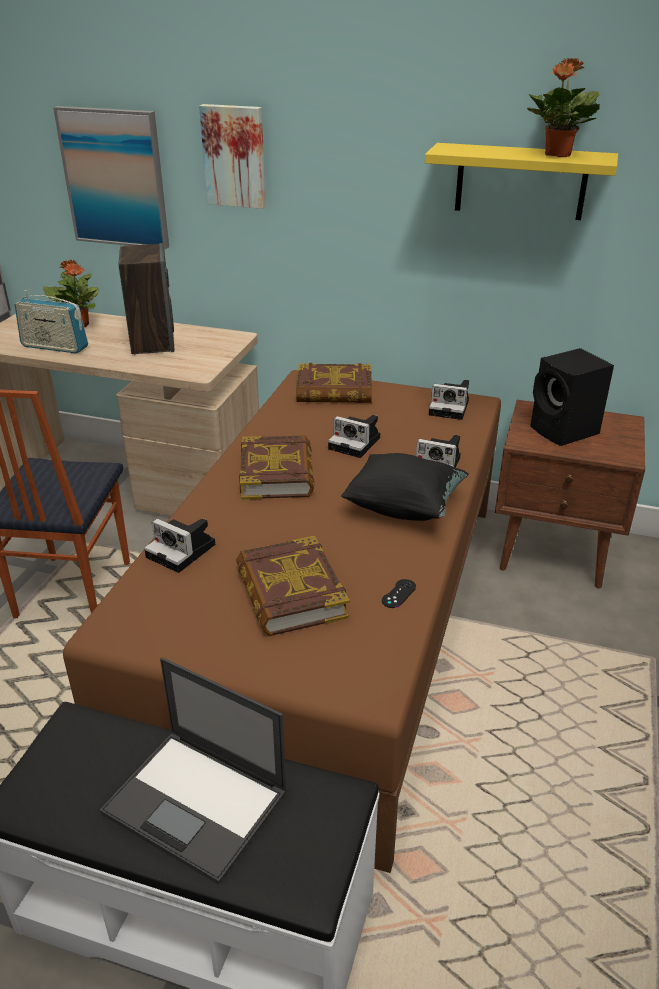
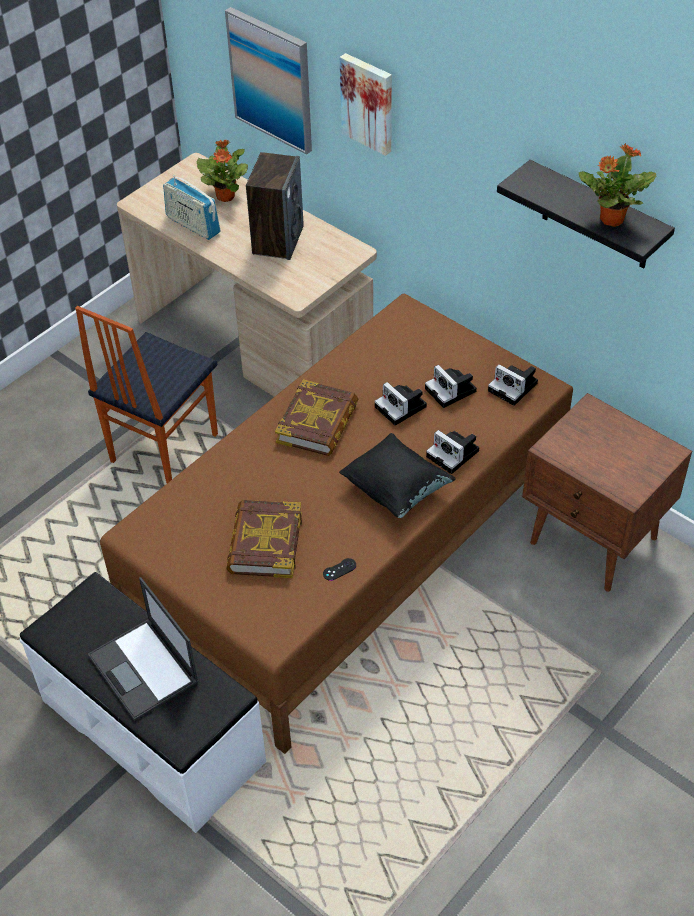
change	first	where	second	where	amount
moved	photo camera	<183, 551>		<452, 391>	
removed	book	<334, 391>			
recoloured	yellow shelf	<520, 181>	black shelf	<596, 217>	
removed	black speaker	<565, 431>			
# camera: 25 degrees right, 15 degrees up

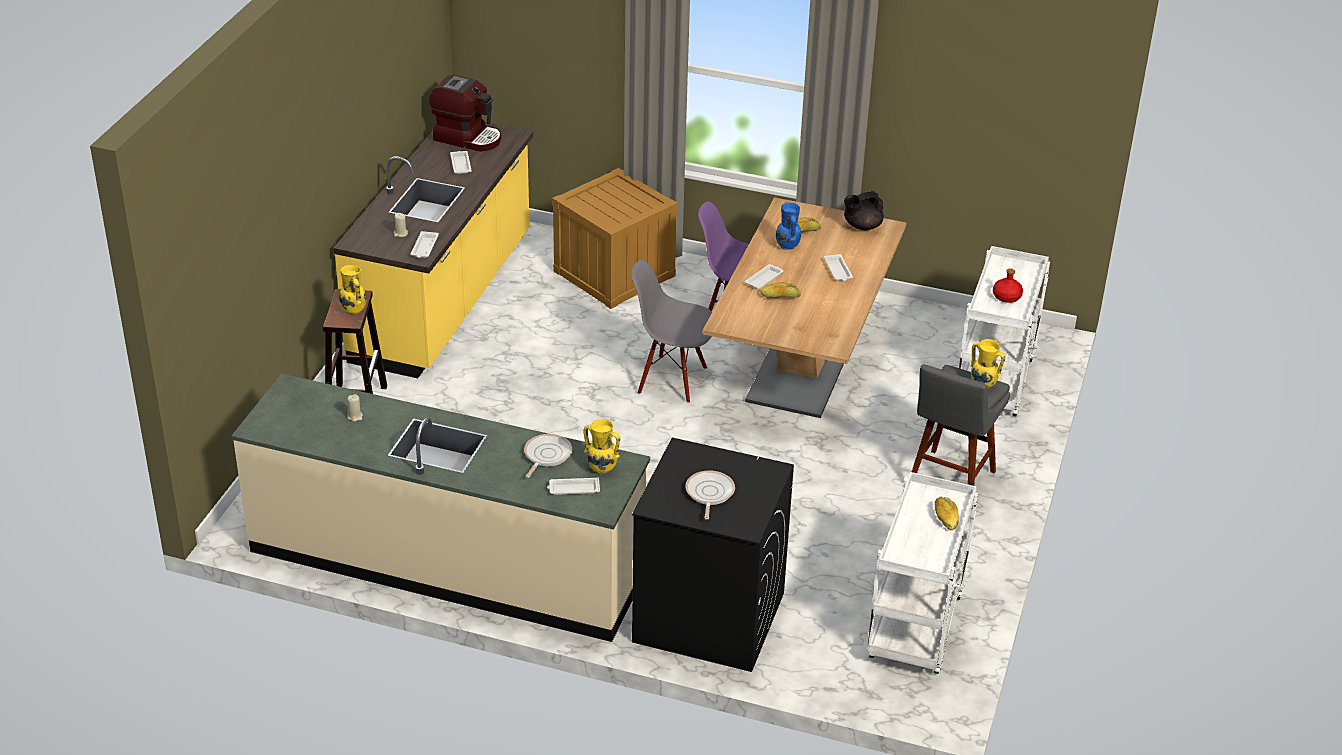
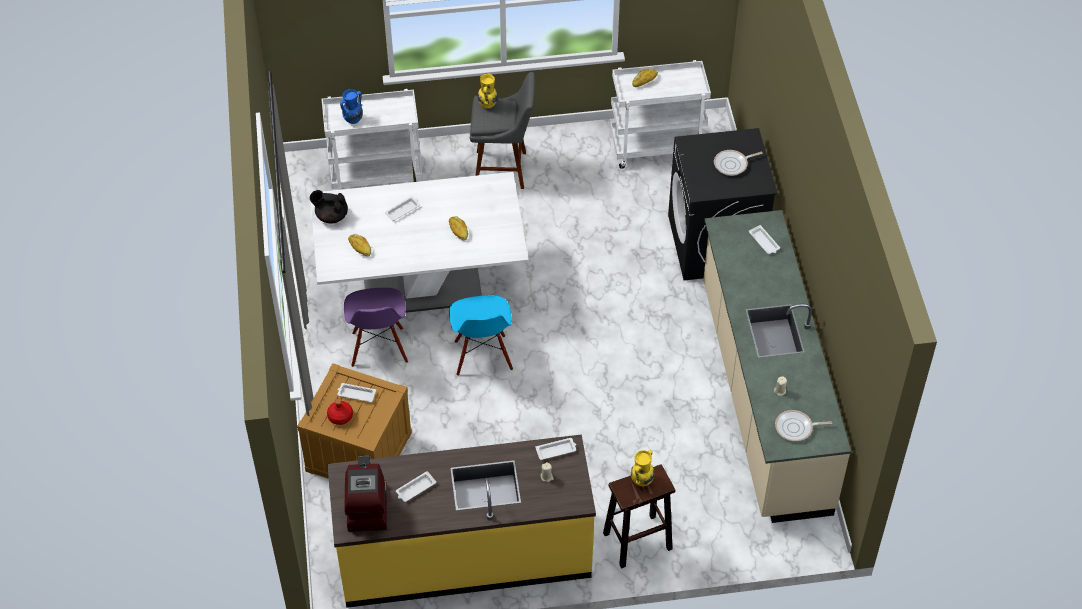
change	first	where	second	where	amount
moved	frying pan	<546, 455>		<796, 428>	
removed	yellow vase	<601, 468>			
recoloured	grey chair	<672, 380>	blue chair	<482, 356>	
recoloured	brown dining table	<801, 369>	white dining table	<422, 286>	
moved	white tray	<764, 279>		<356, 394>	
moved	blue vase	<787, 246>		<353, 120>	
turned	black teapot	<862, 226>		<331, 216>	150 degrees clockwise
moved	red bottle	<1006, 296>		<340, 417>	
# camera: 115 degrees left, 15 degrees up

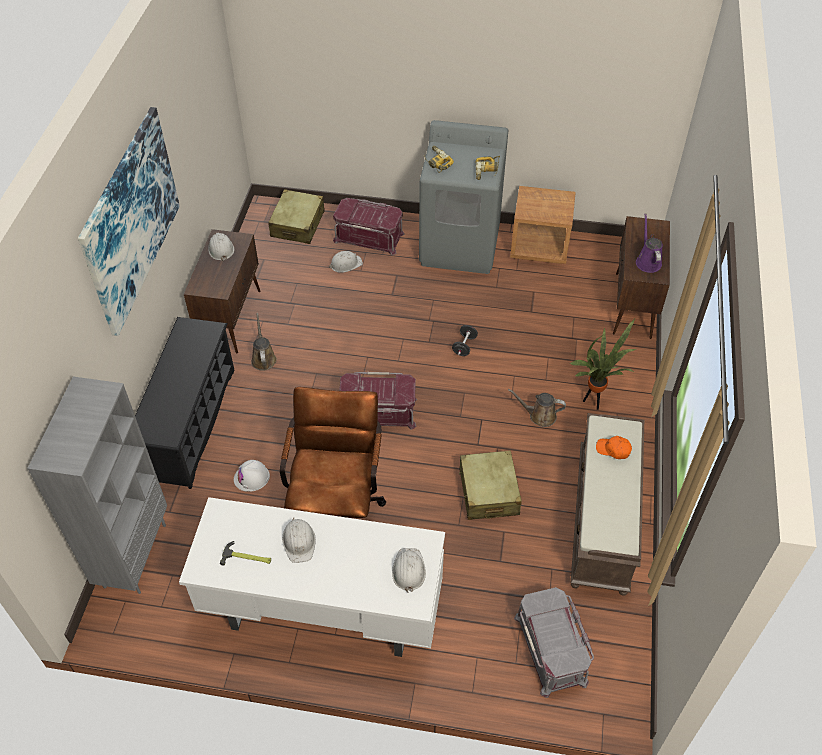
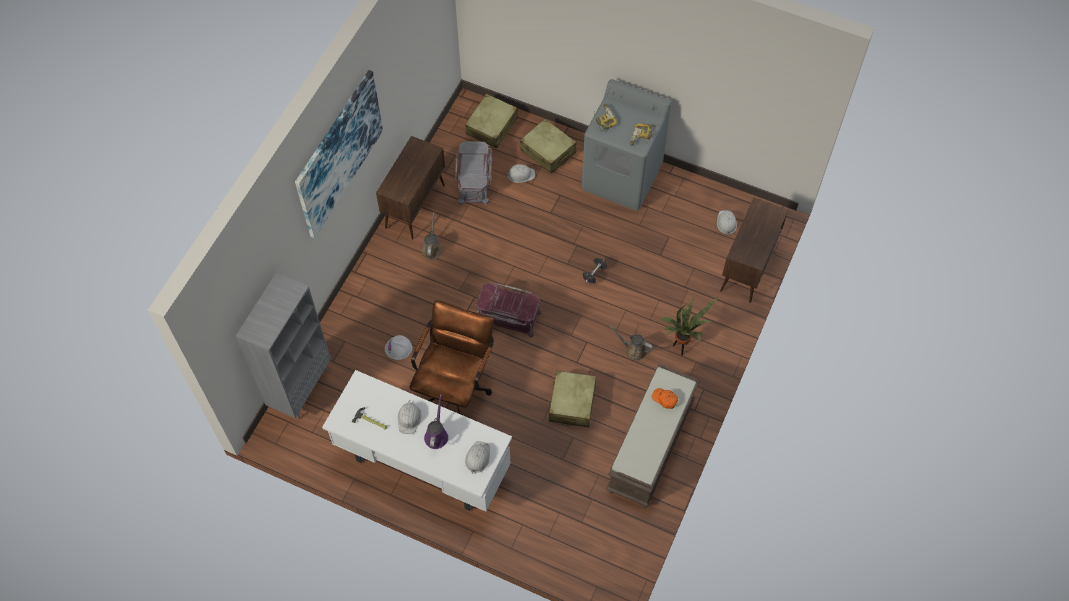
change	first	where	second	where	amount
removed	black shoe rack	<190, 423>			
moved	white hard hat	<221, 249>		<726, 223>	
replaced	red storage box	<369, 236>	beige suitcase	<548, 151>	
removed	brown nightstand	<539, 246>			
moved	grey storage box	<551, 649>		<475, 180>	
moved	purple watering can	<647, 261>		<436, 435>	
# camera: 15 degrees right, 10 degrees up

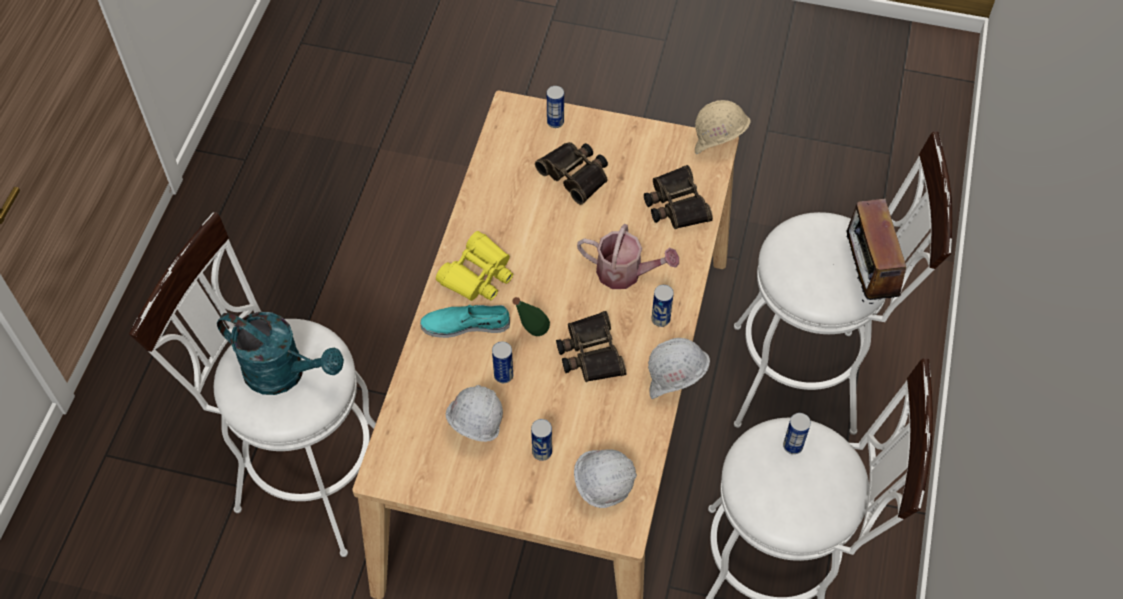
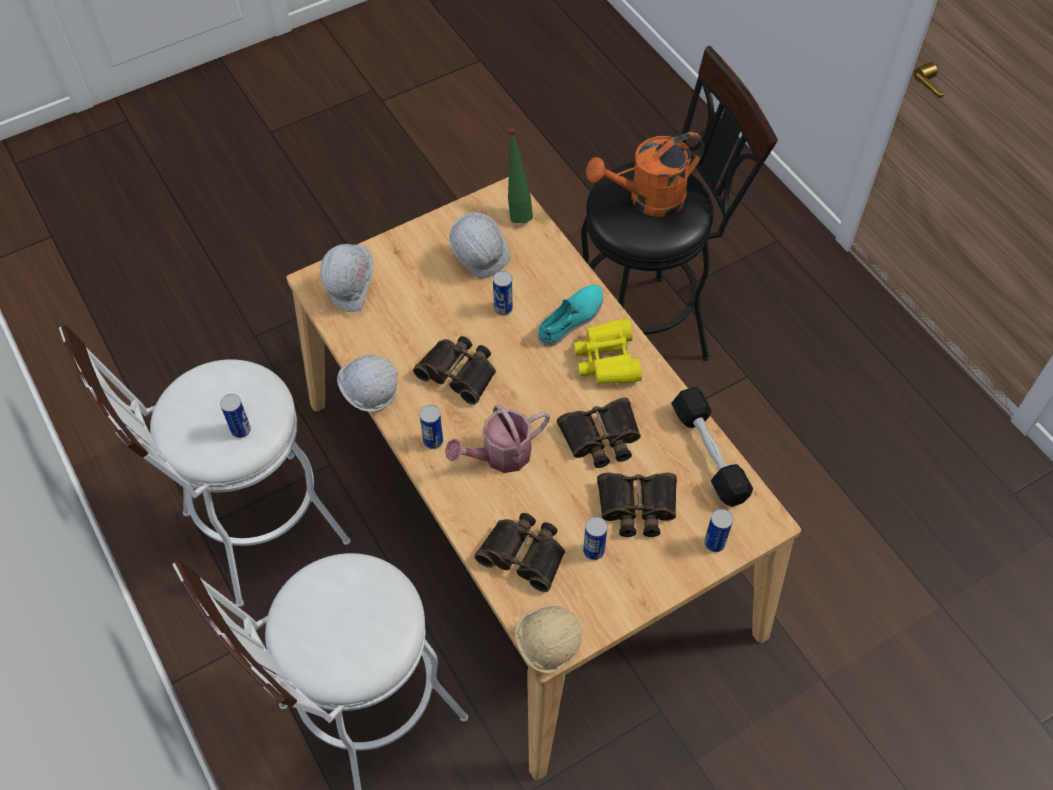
change	first	where	second	where	amount
recoloured	white stool	<305, 475>	black stool	<646, 329>	
recoloured	turquoise watering can	<284, 373>	orange watering can	<647, 200>	
moved	green bottle	<530, 337>		<518, 210>	
moved	can	<542, 452>		<593, 551>	
removed	radio	<866, 278>			
added			binoculars	<601, 438>	
added			black dumbbell	<709, 453>	
# camera: 135 degrees right, 0 degrees up

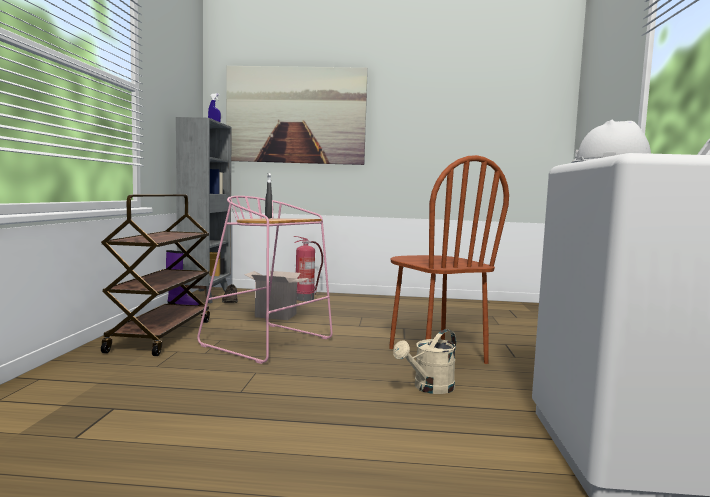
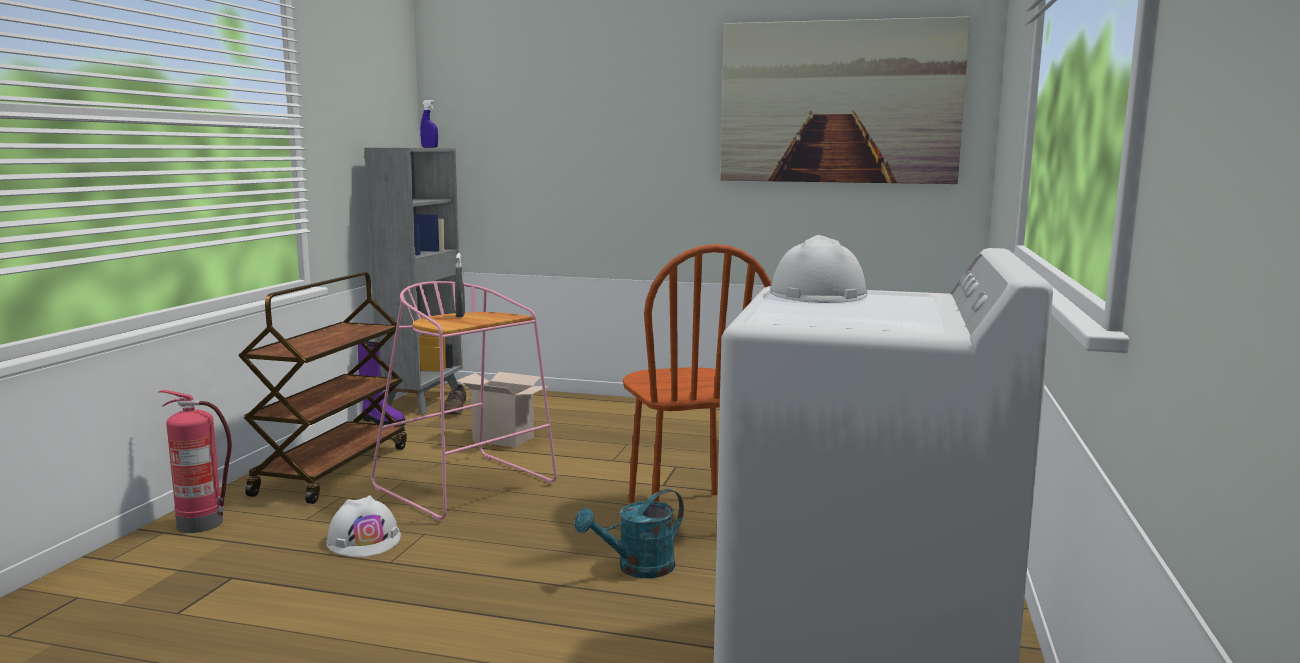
change	first	where	second	where	amount
moved	picture	<296, 115>		<839, 102>	
moved	fire extinguisher	<305, 299>		<202, 524>	
recoloured	beige watering can	<429, 388>	turquoise watering can	<637, 569>	
added			white hard hat	<364, 540>	
# camera: 10 degrees right, 5 degrees up

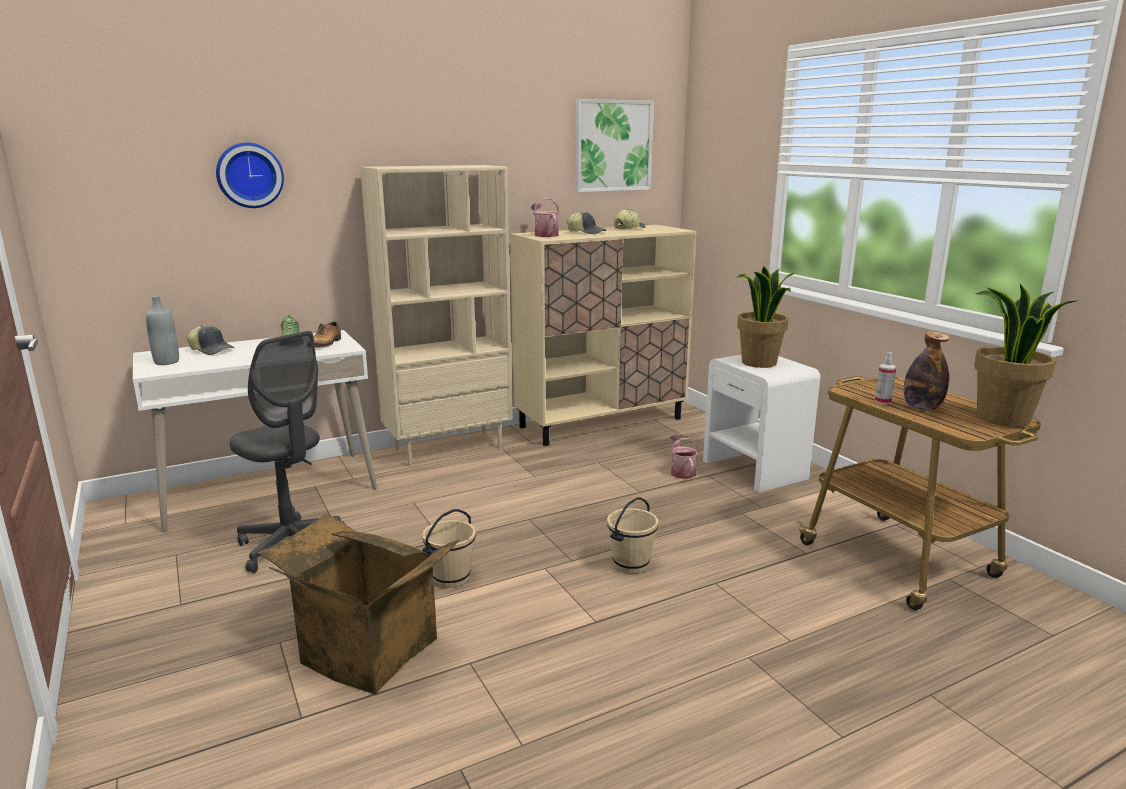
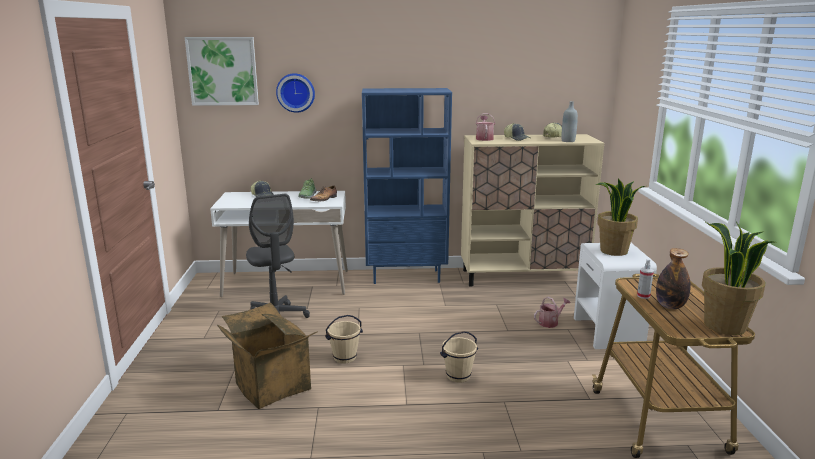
change	first	where	second	where	amount
moved	grey bottle	<166, 362>		<568, 141>	
recoloured	beige bookcase	<448, 448>	blue bookcase	<406, 276>	
moved	picture	<613, 146>		<223, 71>	
turned	watering can	<682, 471>		<550, 322>	45 degrees clockwise
# camera: 25 degrees right, 0 degrees up

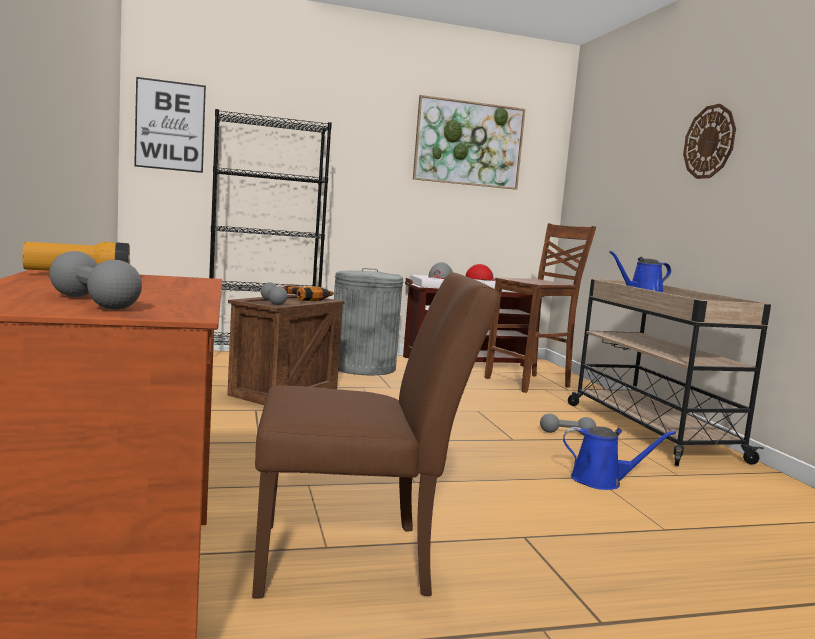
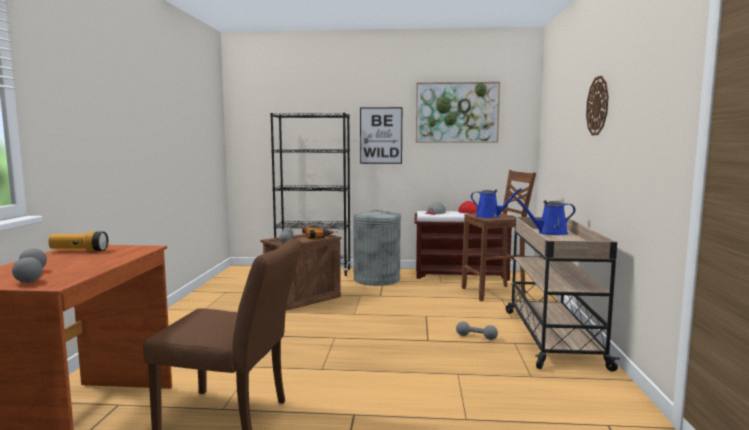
change	first	where	second	where	amount
moved	picture	<170, 126>		<381, 135>	
moved	blue watering can	<601, 481>		<490, 216>	
# camera: 20 degrees right, 0 degrees up

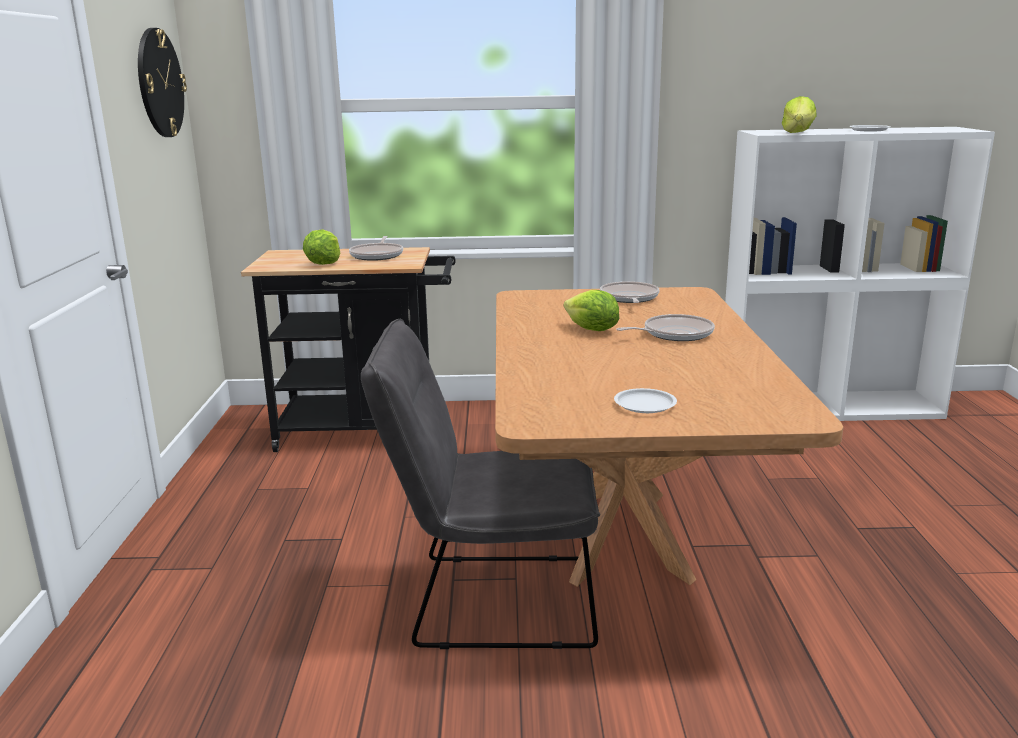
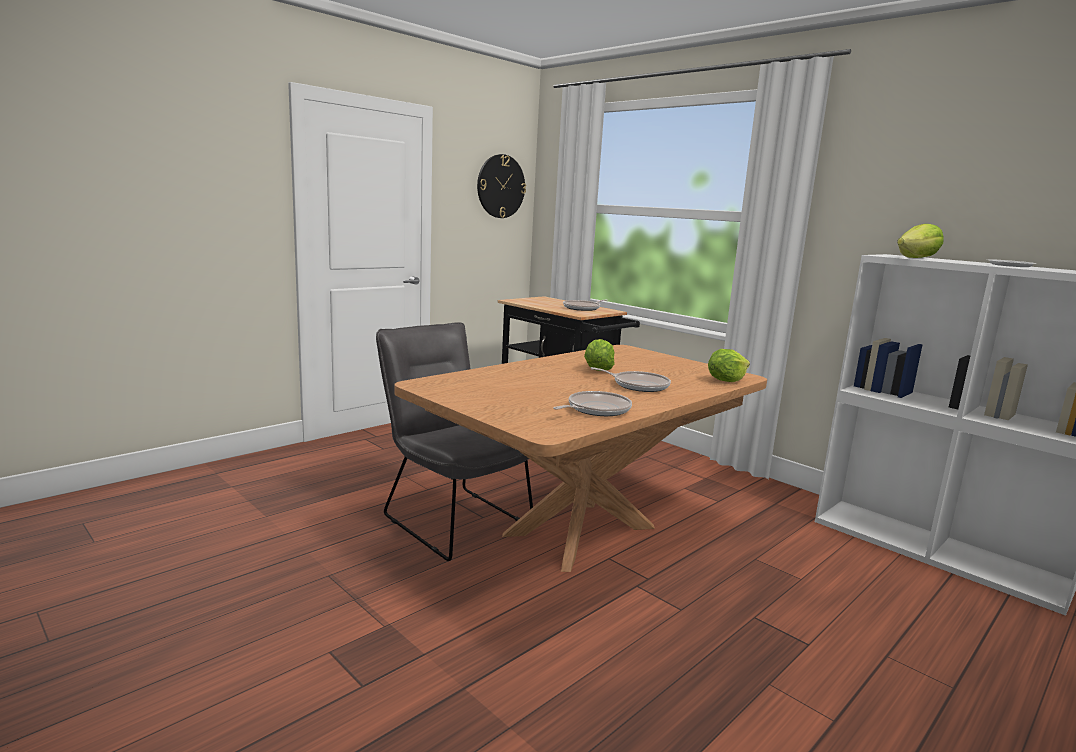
change	first	where	second	where	amount
moved	lettuce	<324, 263>		<726, 380>	
moved	frying pan	<629, 298>		<596, 409>	
removed	white plate	<645, 405>			
# camera: 45 degrees right, 5 degrees down

